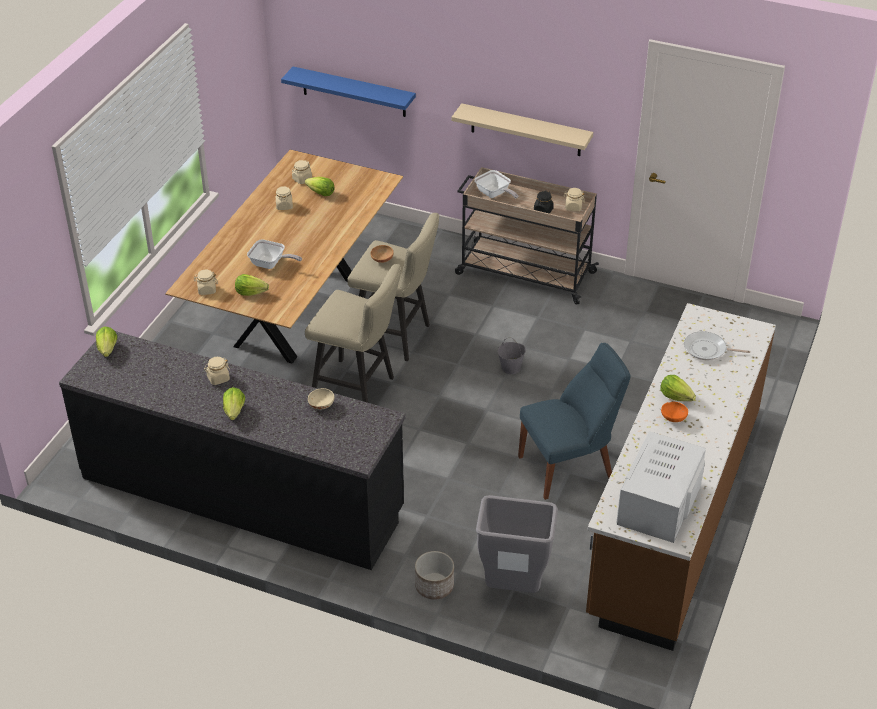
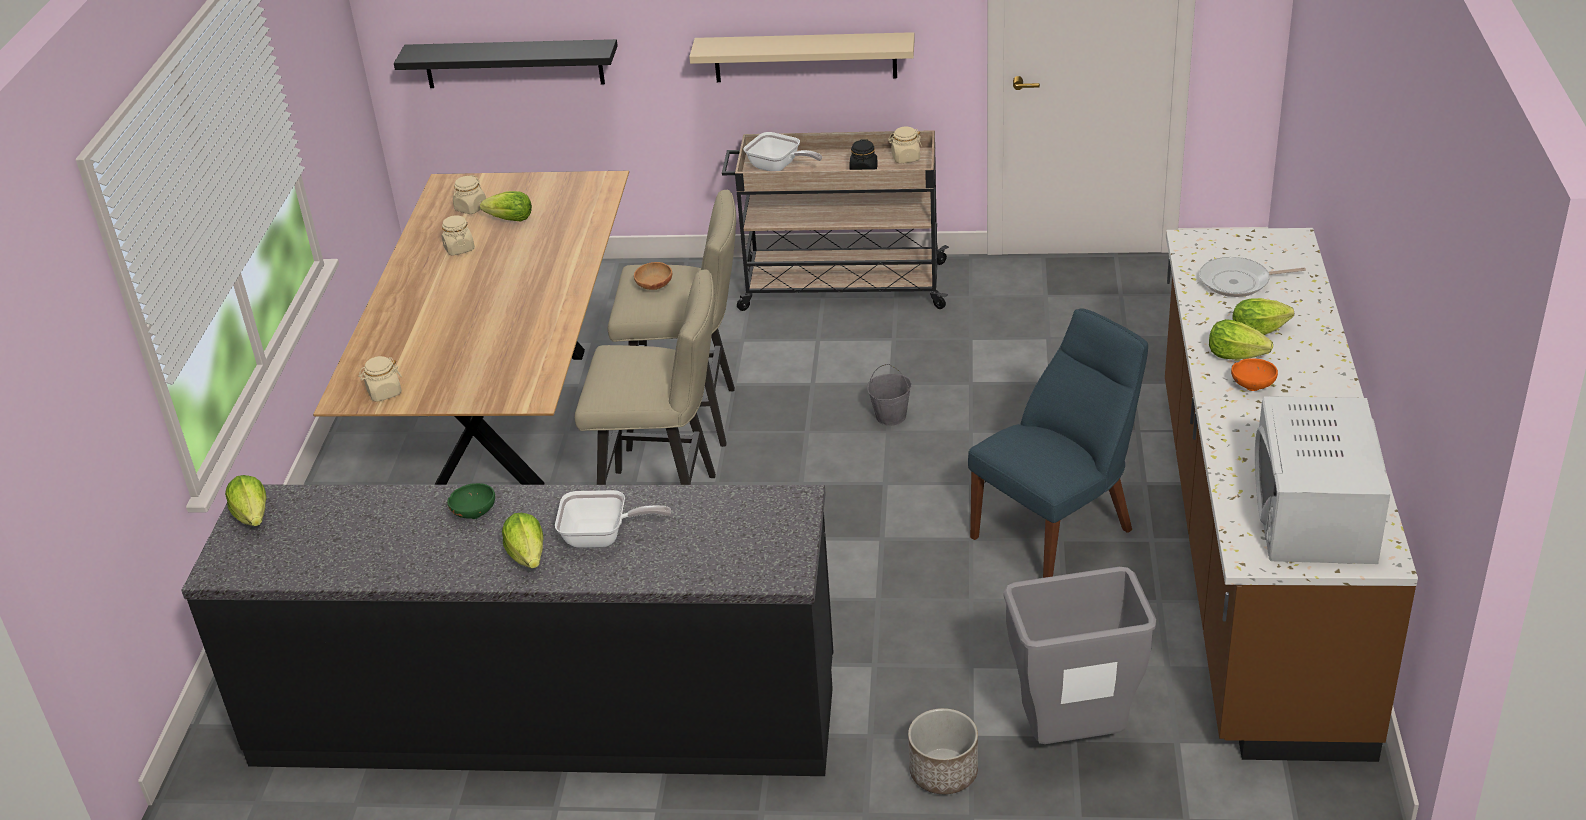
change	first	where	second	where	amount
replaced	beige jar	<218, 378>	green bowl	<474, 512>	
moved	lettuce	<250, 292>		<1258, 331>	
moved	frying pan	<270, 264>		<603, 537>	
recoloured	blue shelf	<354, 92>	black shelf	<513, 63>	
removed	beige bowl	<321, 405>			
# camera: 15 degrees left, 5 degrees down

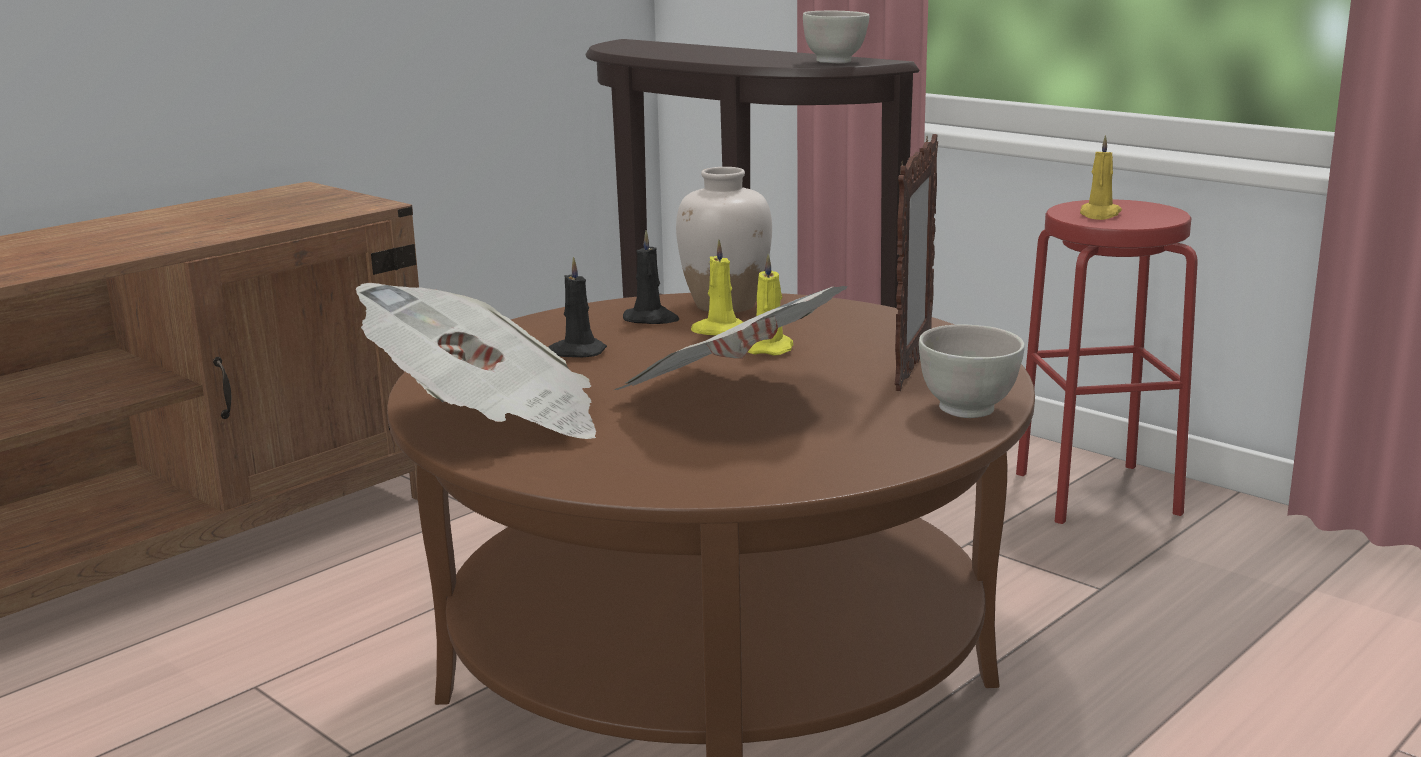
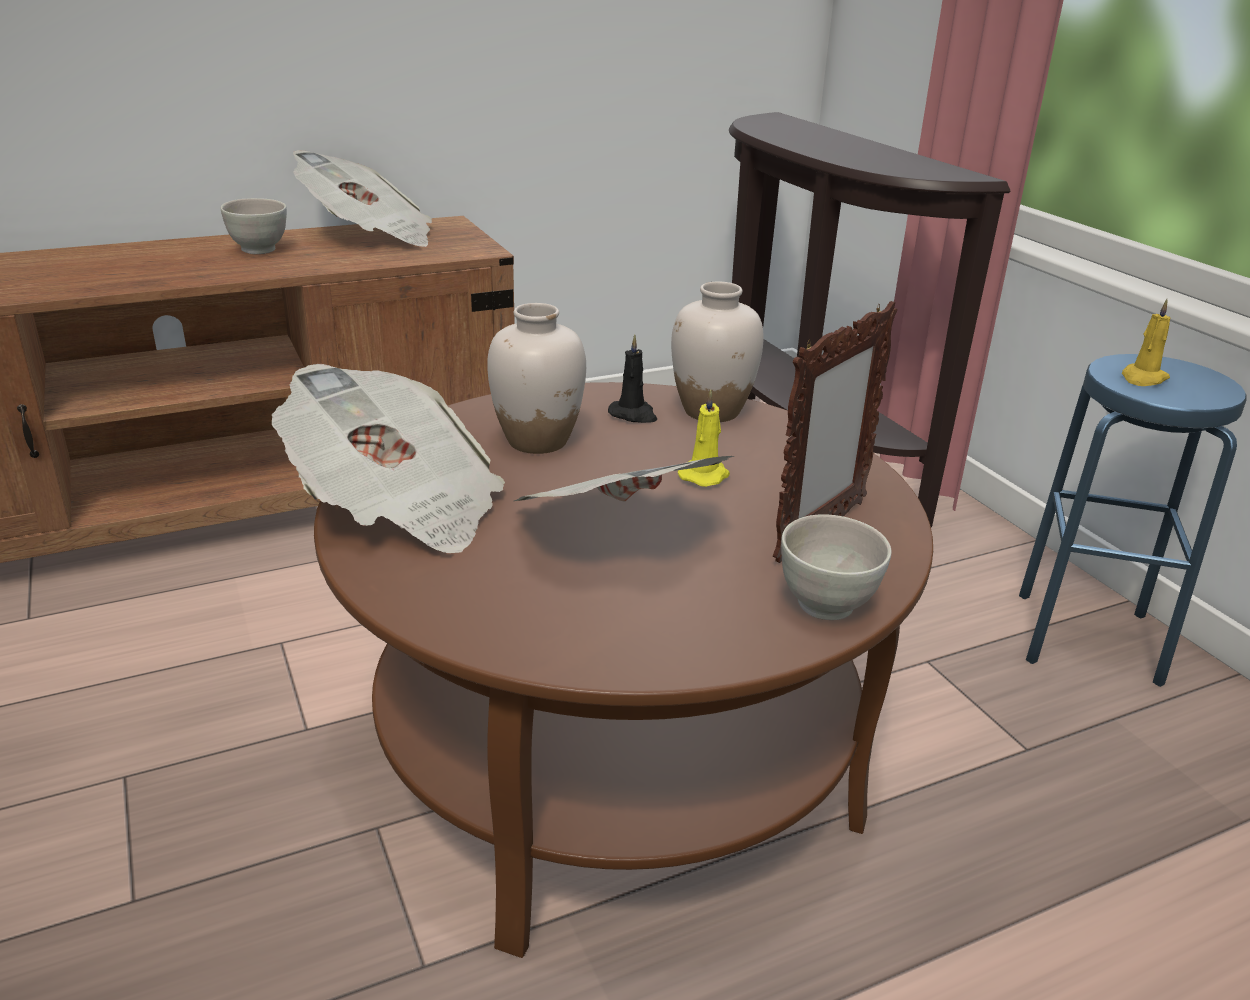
change	first	where	second	where	amount
replaced	black candle	<576, 352>	white vase	<537, 440>	
removed	yellow candle	<718, 331>			
moved	white bowl	<835, 62>		<259, 250>	
recoloured	red stool	<1096, 493>	blue stool	<1086, 637>	
added			newspaper	<370, 236>	
# camera: 20 degrees right, 10 degrees up

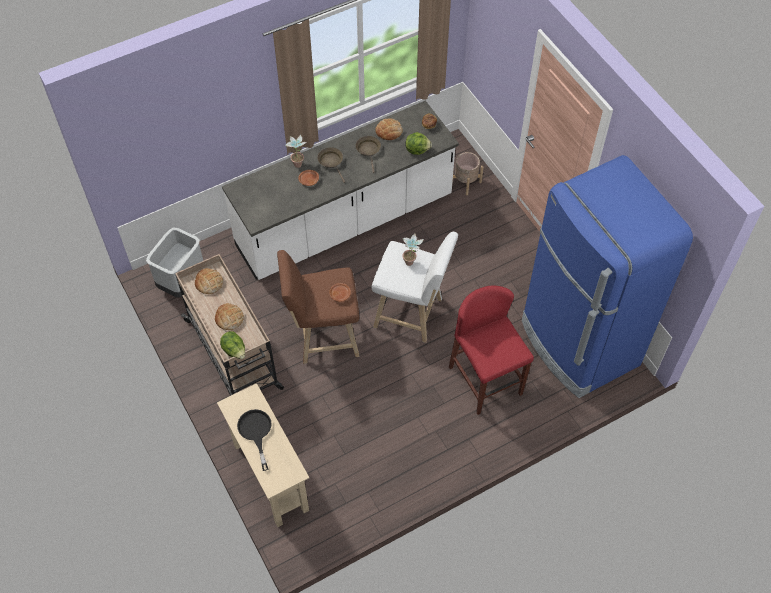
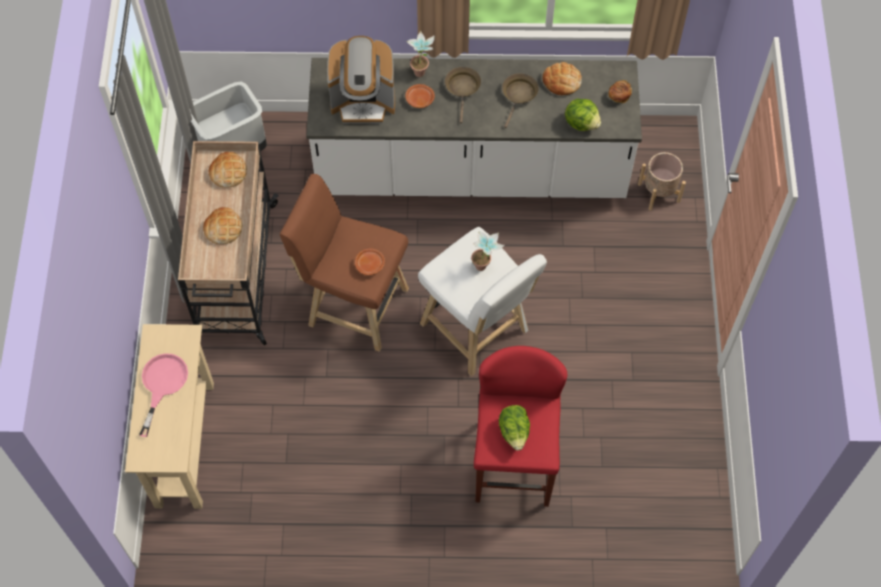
change	first	where	second	where	amount
moved	lettuce	<234, 351>		<514, 432>	
recoloured	black frying pan	<256, 432>	pink frying pan	<162, 384>	
removed	blue fridge	<578, 344>			
added			coffee machine	<363, 102>	
# camera: 30 degrees right, 5 degrees up

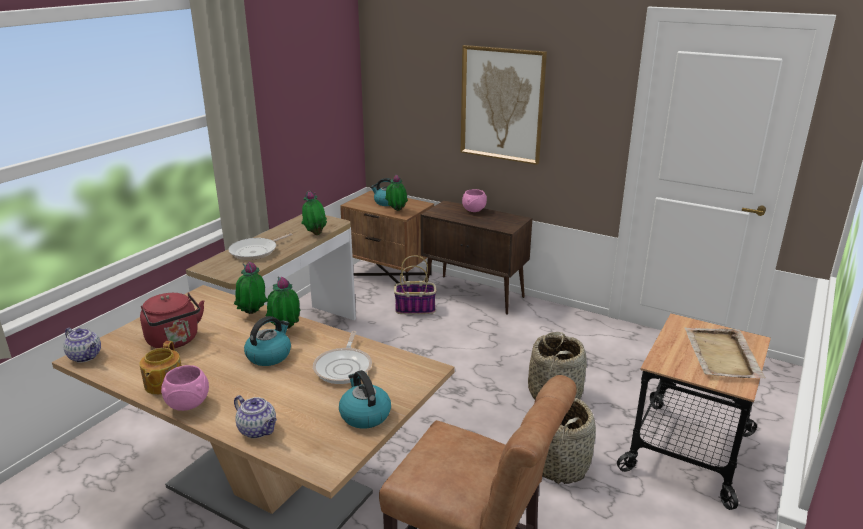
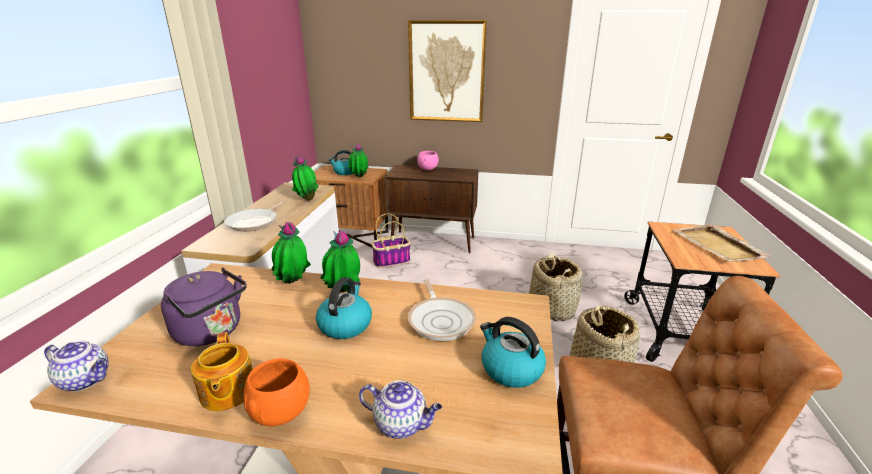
change	first	where	second	where	amount
recoloured	red kettle	<175, 341>	purple kettle	<212, 332>	
recoloured	pink bowl	<188, 404>	orange bowl	<281, 412>	
# camera: 20 degrees left, 0 degrees up

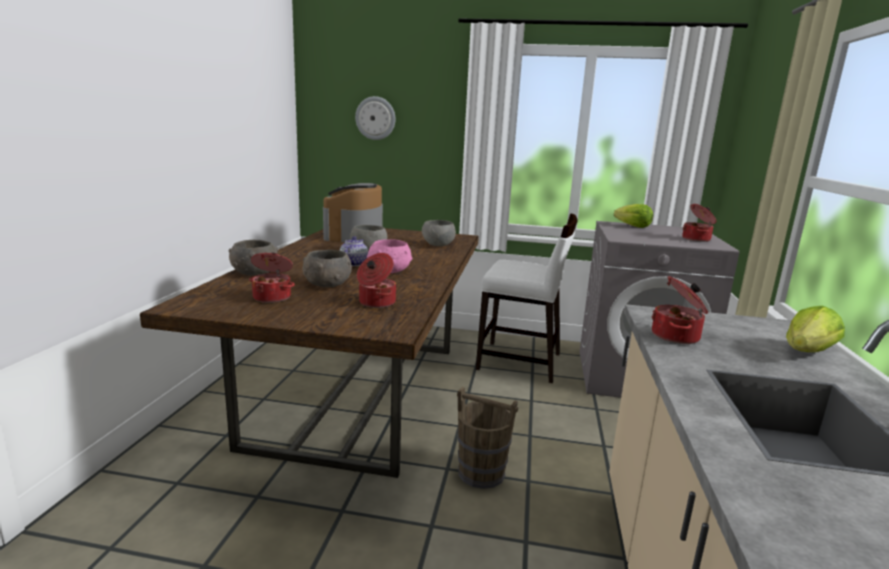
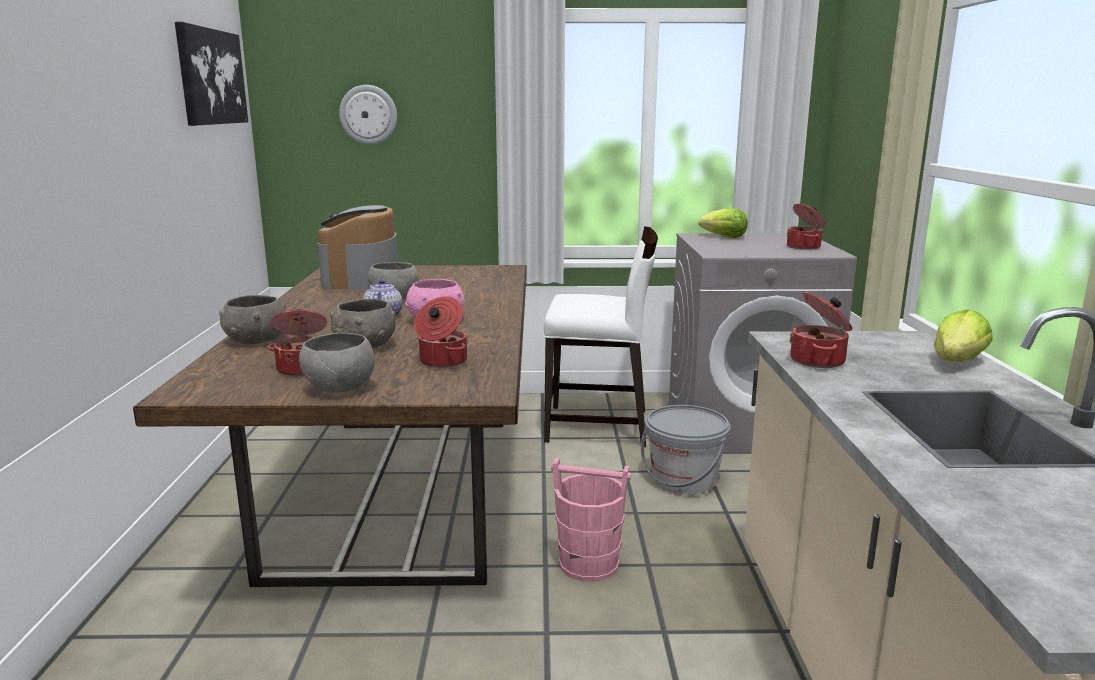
change	first	where	second	where	amount
moved	grey bowl	<438, 245>		<340, 389>	
recoloured	brown bucket	<481, 473>	pink bucket	<589, 564>	
added			picture	<210, 77>	
added			grey bucket	<684, 479>	
# camera: 10 degrees left, 0 degrees up

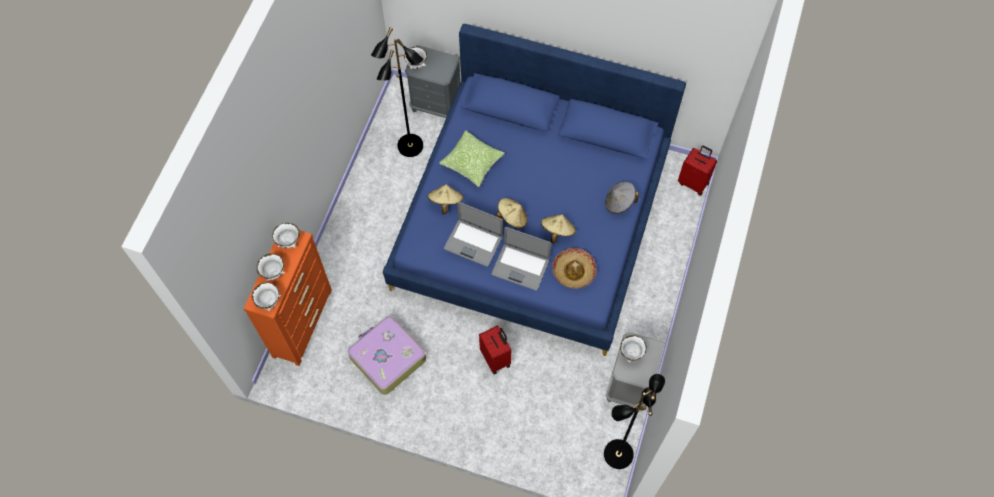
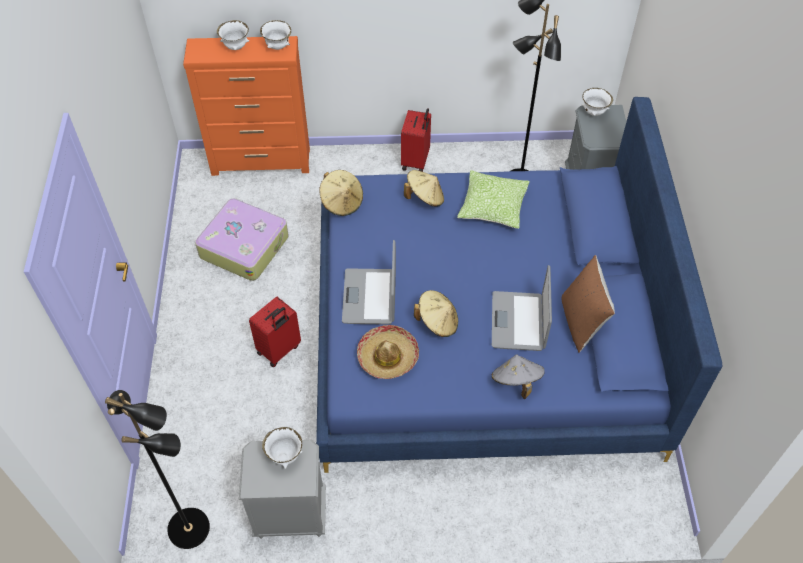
change	first	where	second	where	amount
removed	white bowl	<269, 302>			
moved	laptop	<473, 242>		<519, 321>	
moved	beige hat	<512, 218>		<342, 202>	
moved	red suitcase	<693, 182>		<416, 161>	
added			brown pillow	<581, 322>	
# camera: 70 degrees right, 10 degrees down

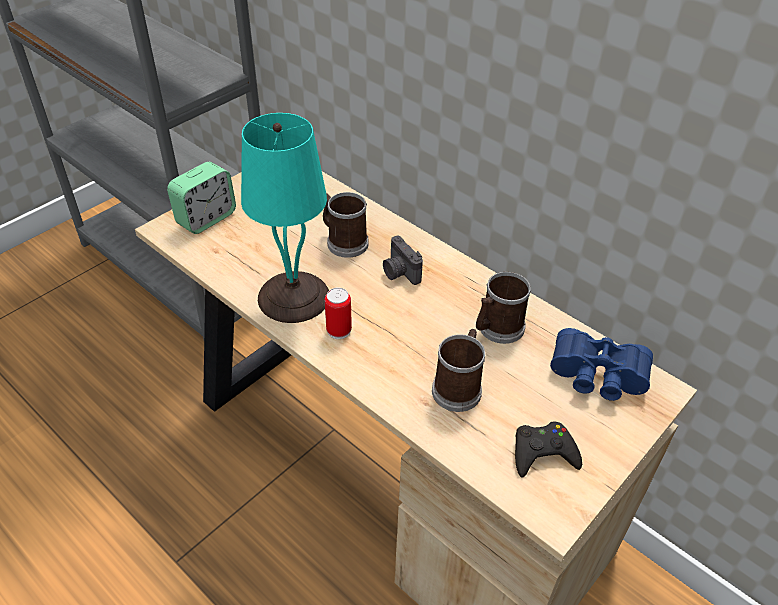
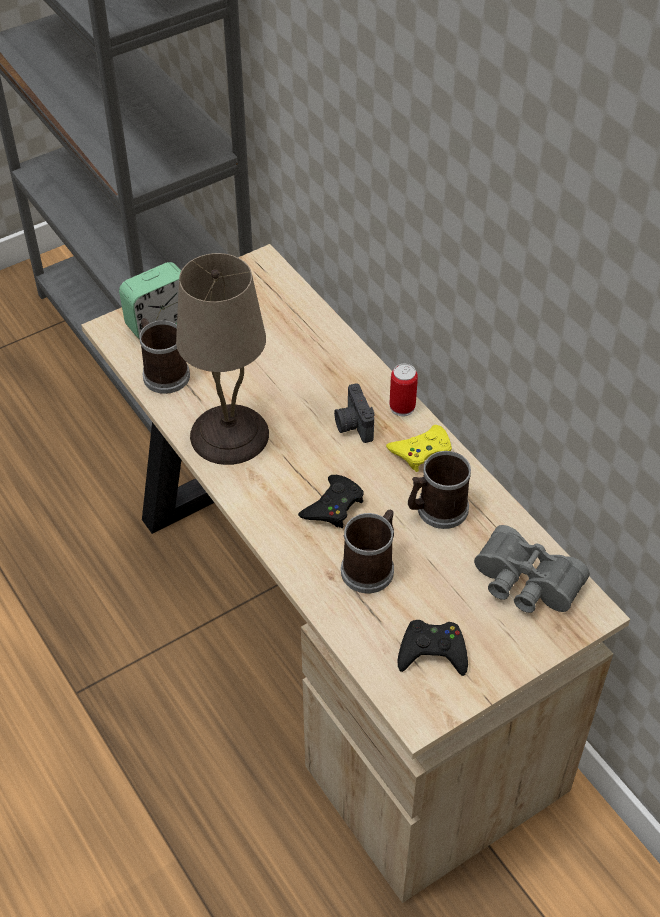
change	first	where	second	where	amount
recoloured	turquoise table lamp	<295, 296>	beige table lamp	<231, 434>	
moved	mug	<344, 241>		<163, 373>	
moved	can	<339, 330>		<402, 407>	
recoloured	blue binoculars	<597, 377>	grey binoculars	<524, 585>	
added			black game controller	<333, 506>	
added			yellow game controller	<422, 451>	
# camera: 15 degrees right, 5 degrees up

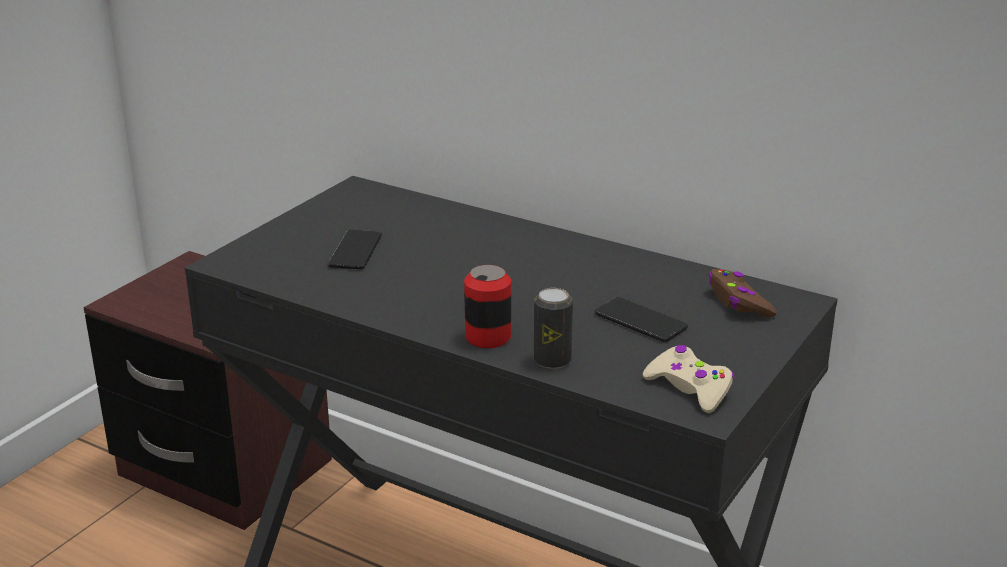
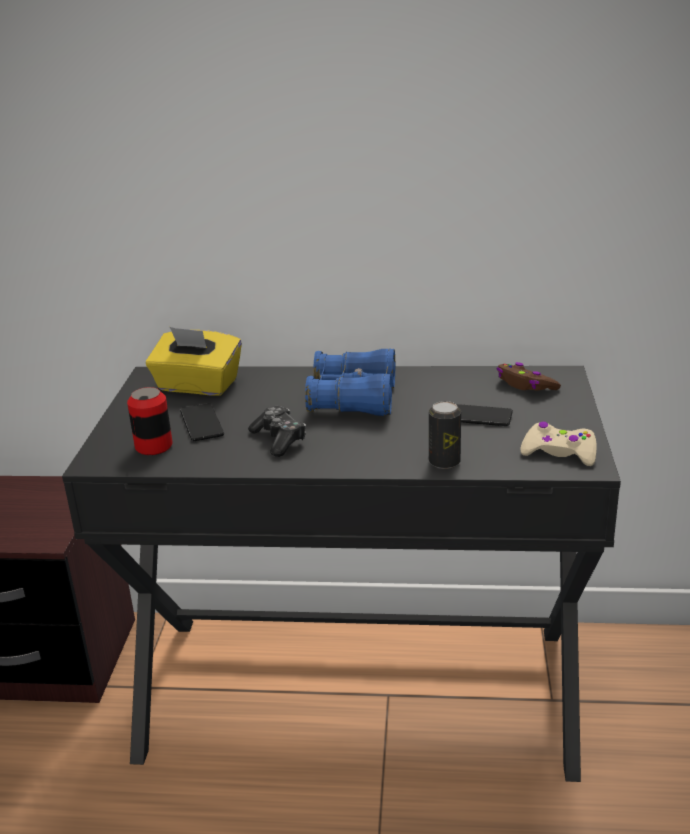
change	first	where	second	where	amount
moved	can	<488, 337>		<154, 446>	
added			yellow tissue box	<197, 386>	
added			game controller	<279, 439>	
added			blue binoculars	<353, 399>	
# camera: 25 degrees left, 0 degrees up

